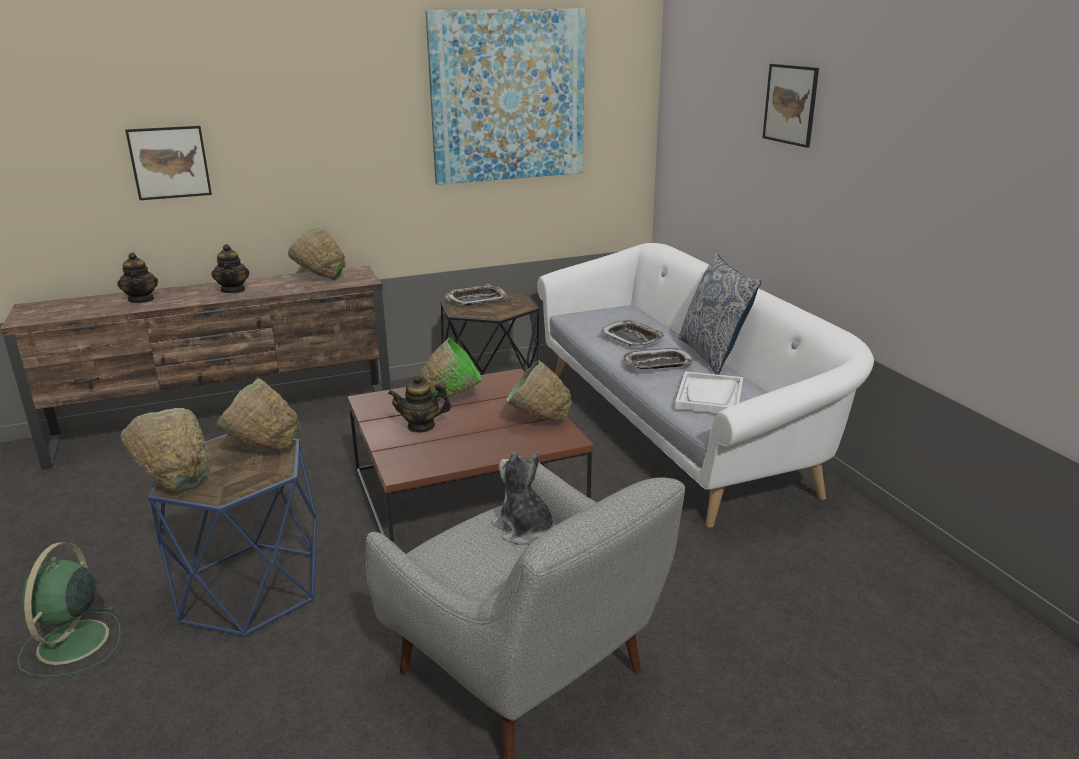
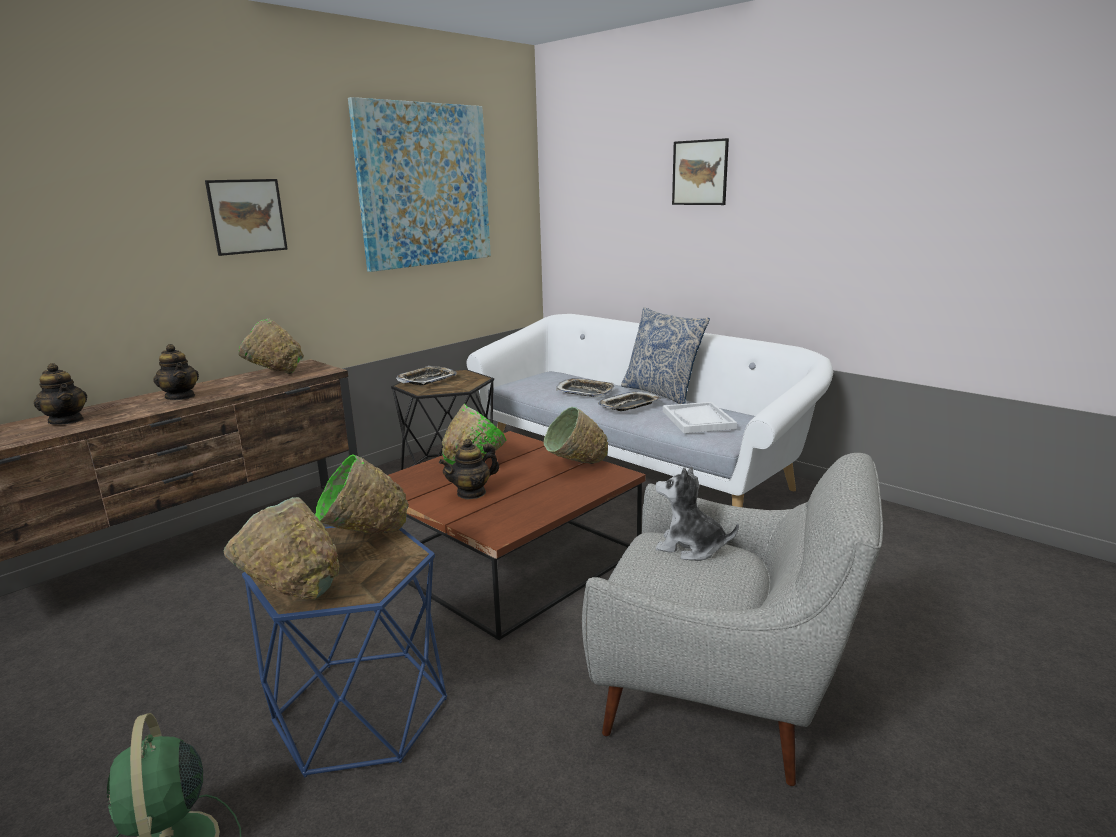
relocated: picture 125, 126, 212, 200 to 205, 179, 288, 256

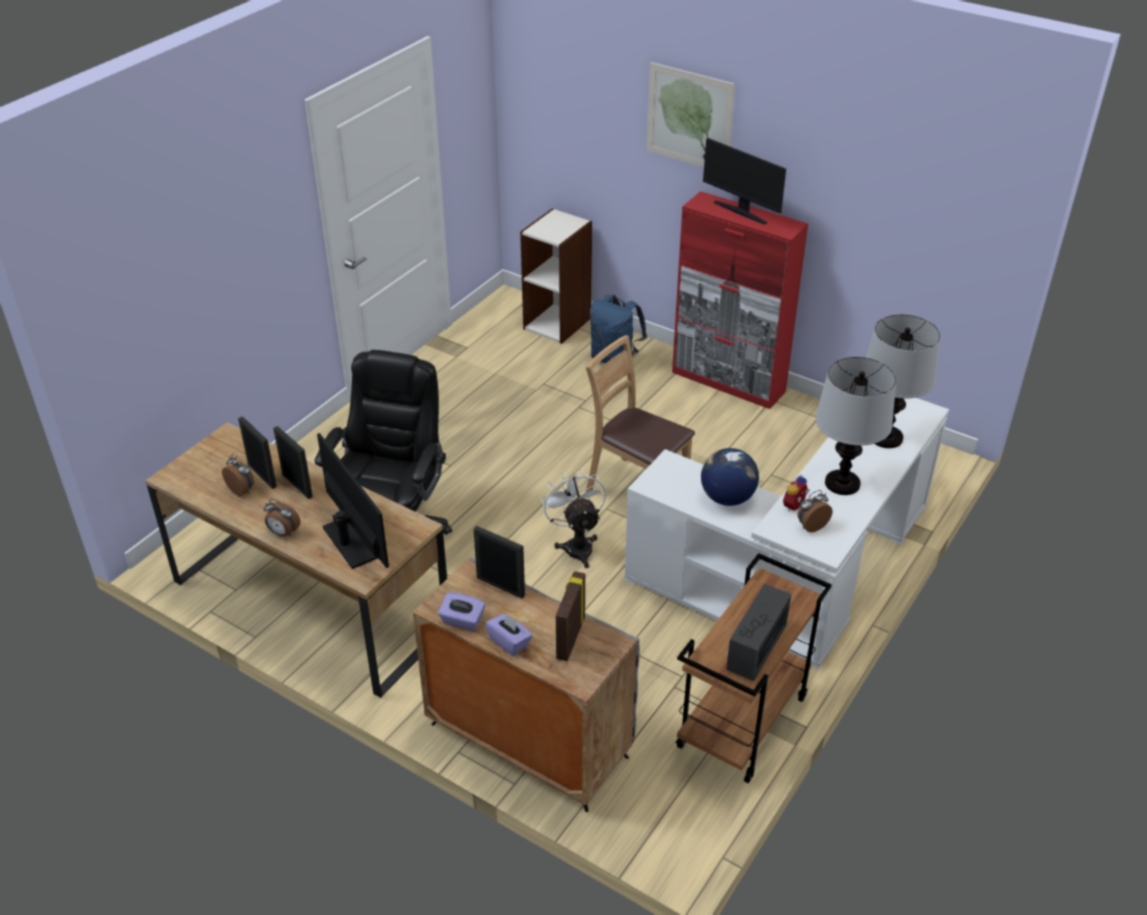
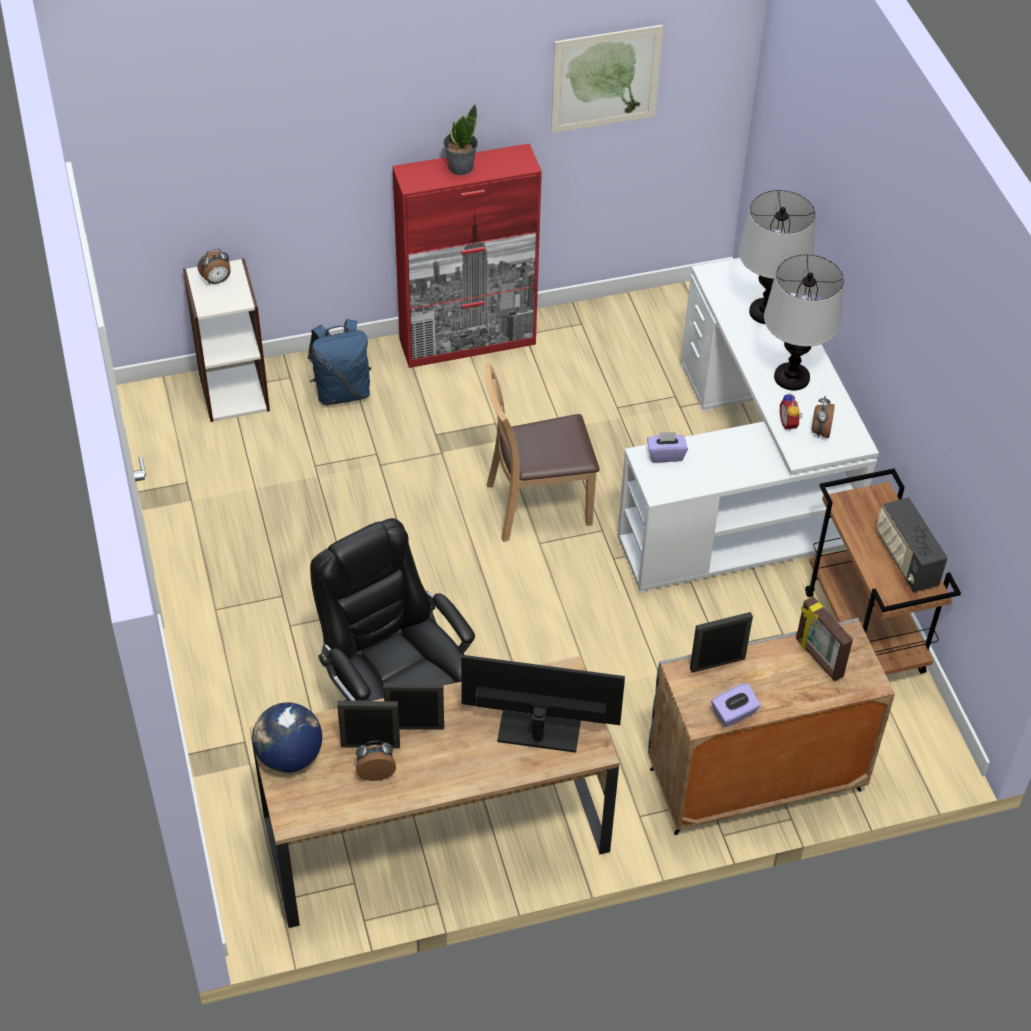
missing: white fan 540, 468, 606, 568
relocated: alarm clock 264, 499, 300, 537 to 197, 248, 231, 284; purple tissue box 485, 613, 533, 656 to 647, 432, 688, 463; picture 647, 62, 735, 167 to 551, 25, 663, 133; globe 701, 448, 759, 506 to 252, 702, 322, 773
exchanged: monitor 703, 138, 786, 225 to potted plant 443, 104, 478, 175

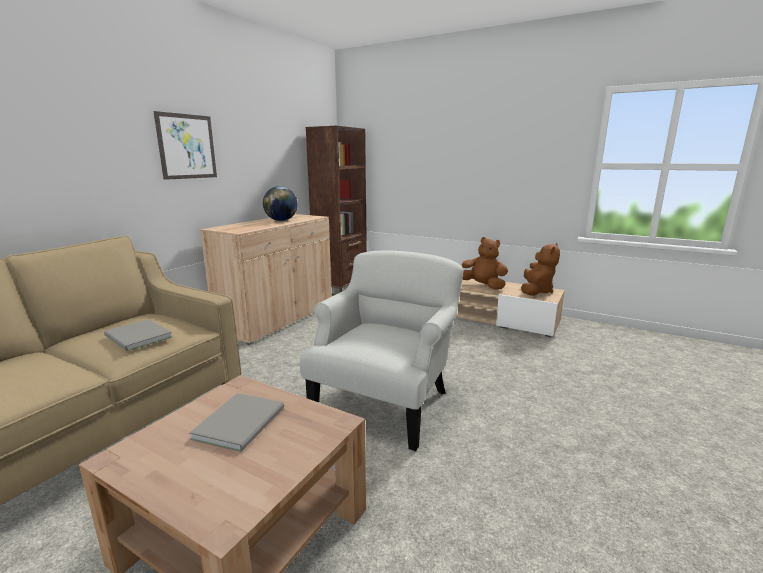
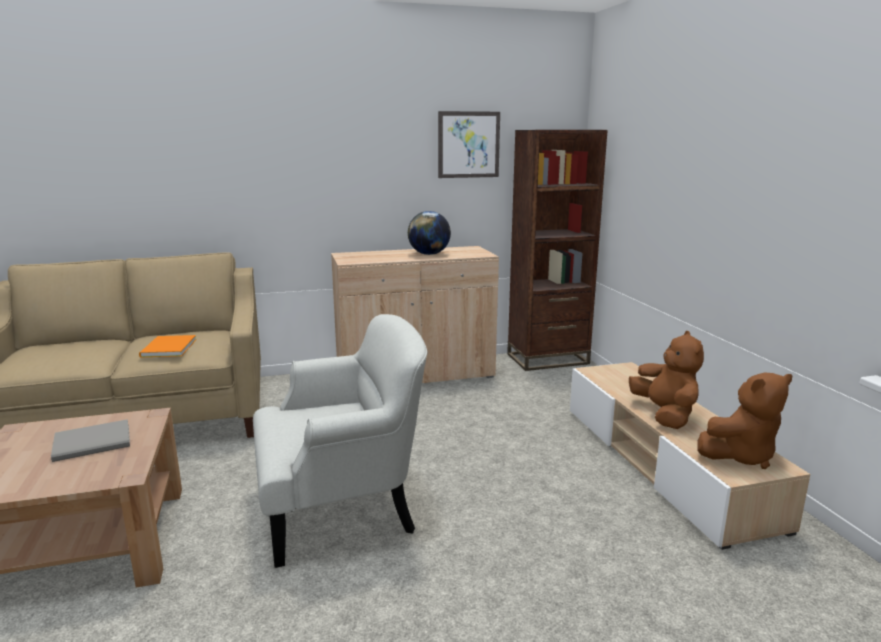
relocated: picture 154, 111, 217, 180 to 438, 111, 500, 178
colour: grey book 104, 319, 172, 351 to orange book 139, 335, 196, 357

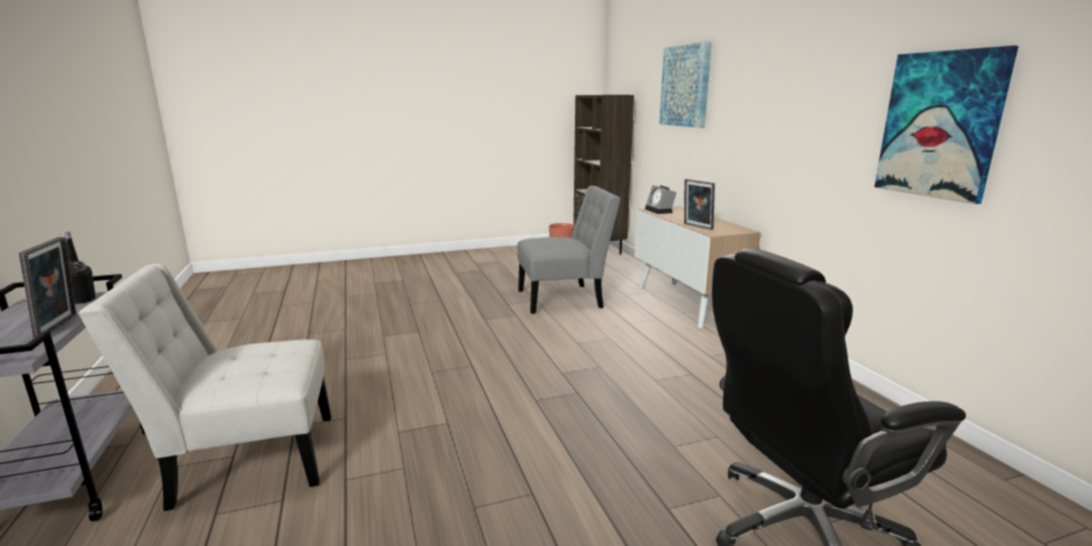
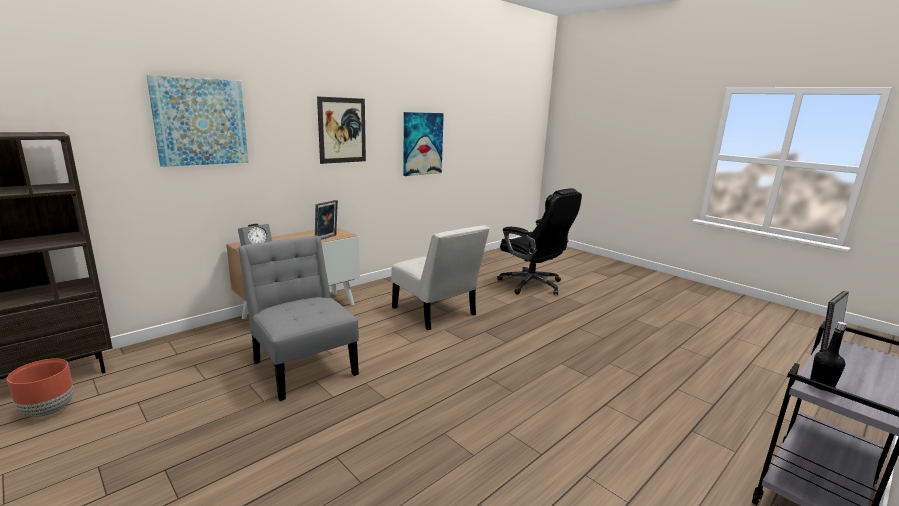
appeared: picture 317, 96, 366, 164
relocated: white chair 78, 264, 331, 511 to 391, 225, 490, 330

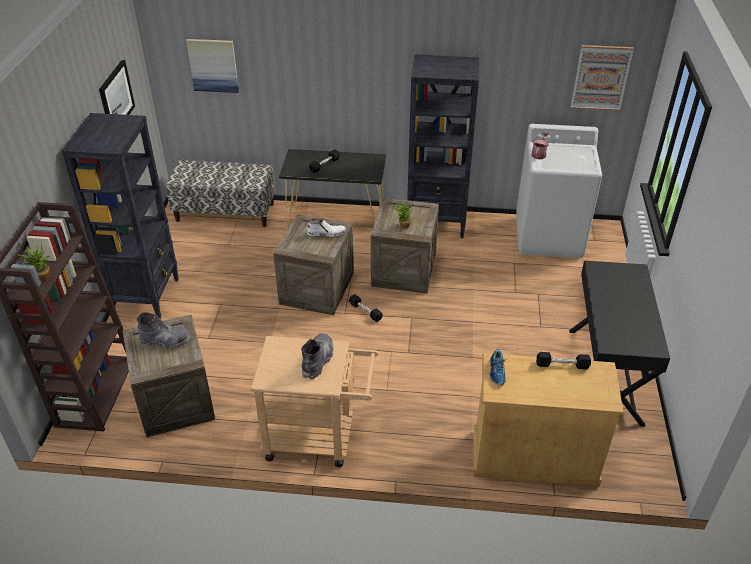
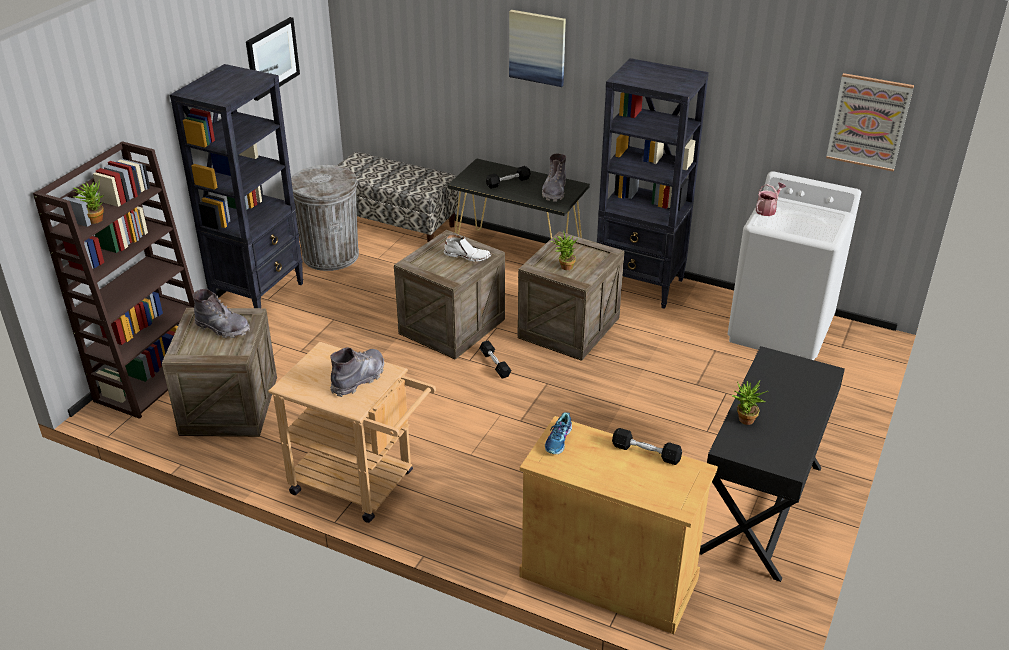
appeared: grey trash can 291, 165, 359, 271; grey boot 542, 153, 566, 202; potted plant 732, 380, 768, 425
relocated: picture 186, 39, 239, 93 to 509, 10, 566, 87

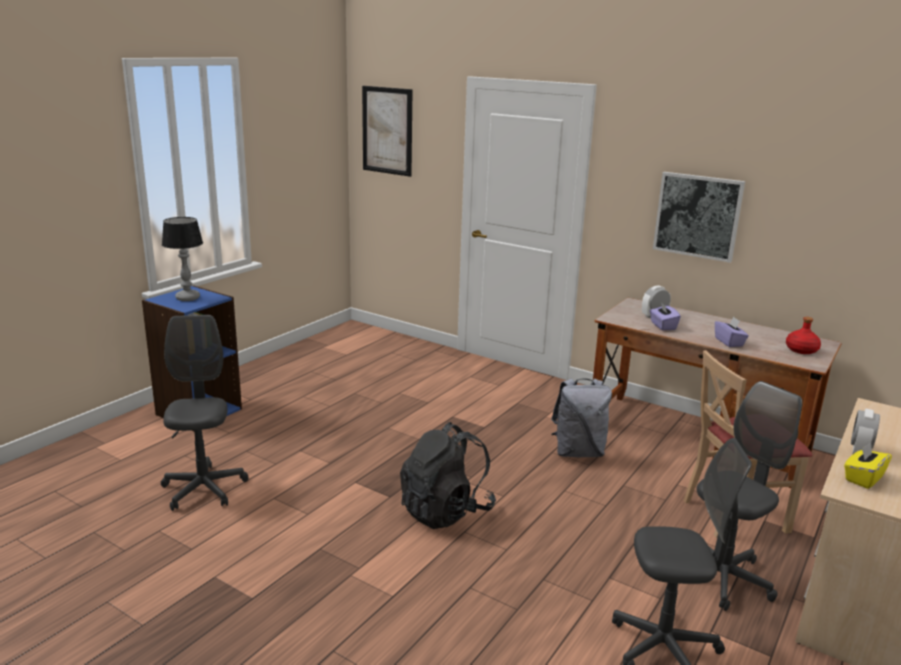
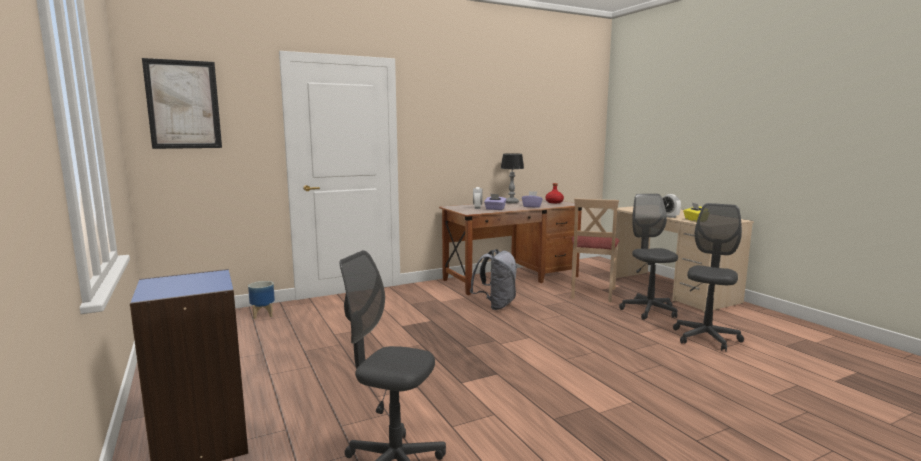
missing: black backpack 400, 422, 496, 529; picture 653, 172, 745, 263
appeared: planter 248, 281, 275, 319
relocated: table lamp 162, 217, 203, 301 to 501, 153, 524, 204

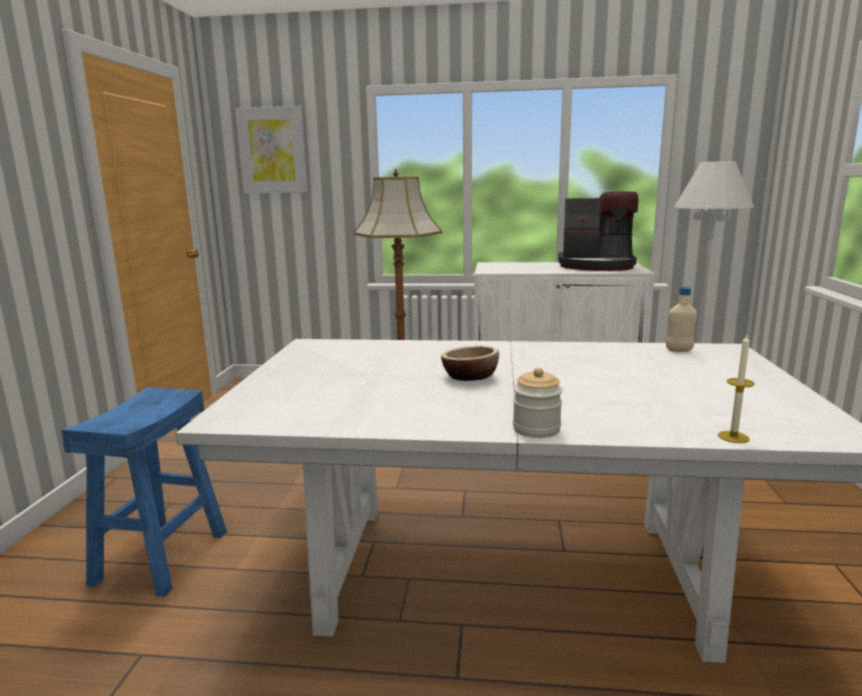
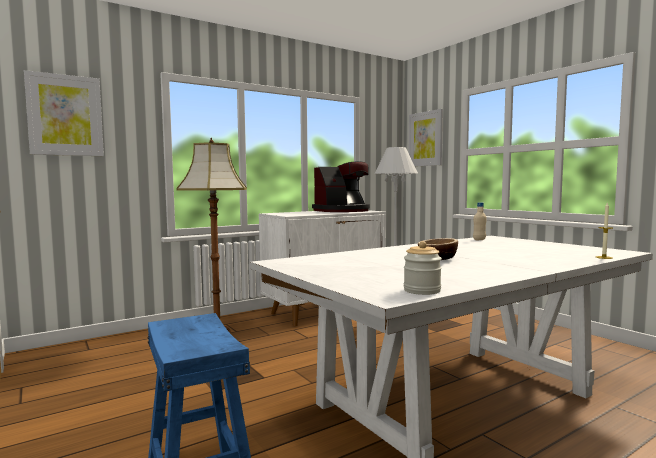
appeared: picture 409, 109, 443, 167
relocated: jar 513, 368, 563, 438 to 404, 241, 442, 295

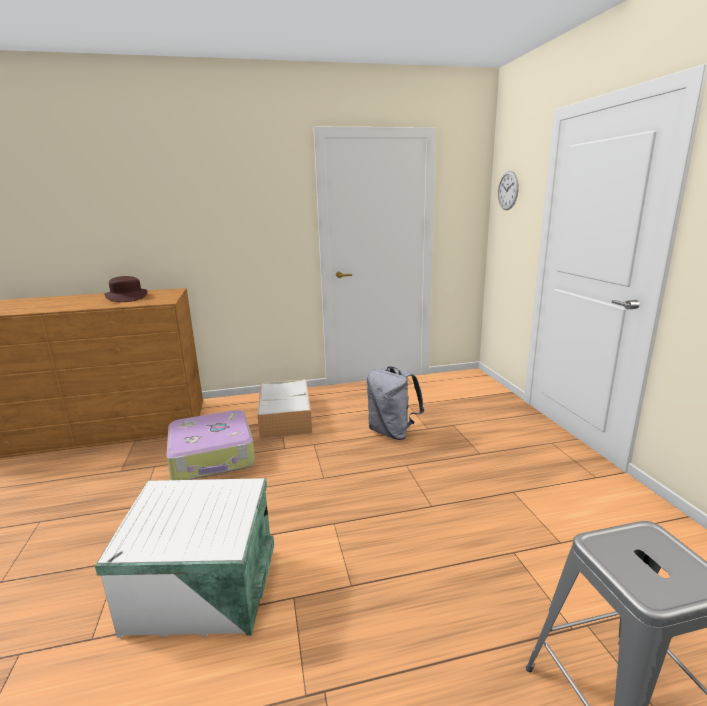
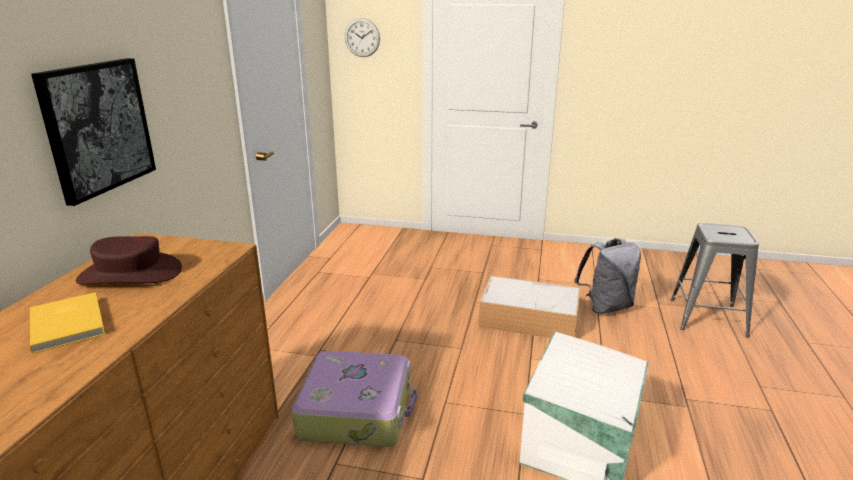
appeared: yellow book 30, 292, 105, 354; picture 31, 58, 156, 206
relocated: storage box 257, 379, 312, 439 to 478, 276, 580, 338; grey backpack 367, 366, 424, 440 to 574, 238, 641, 314

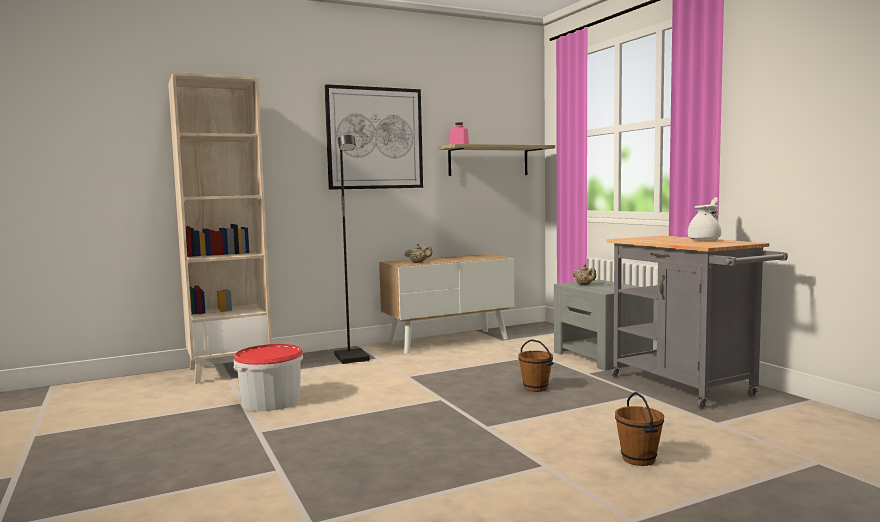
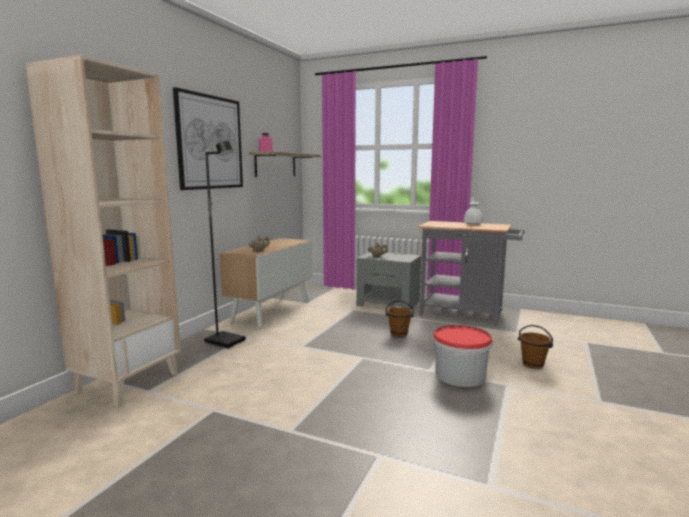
relocated: bucket 233, 344, 303, 411 to 433, 325, 493, 387

